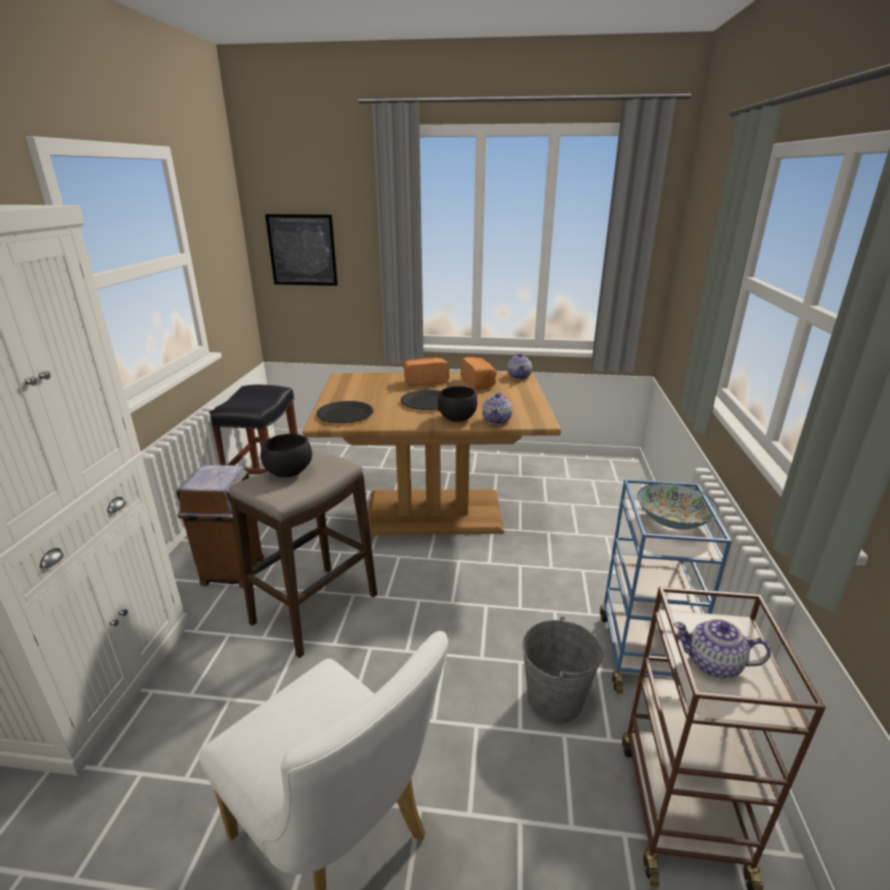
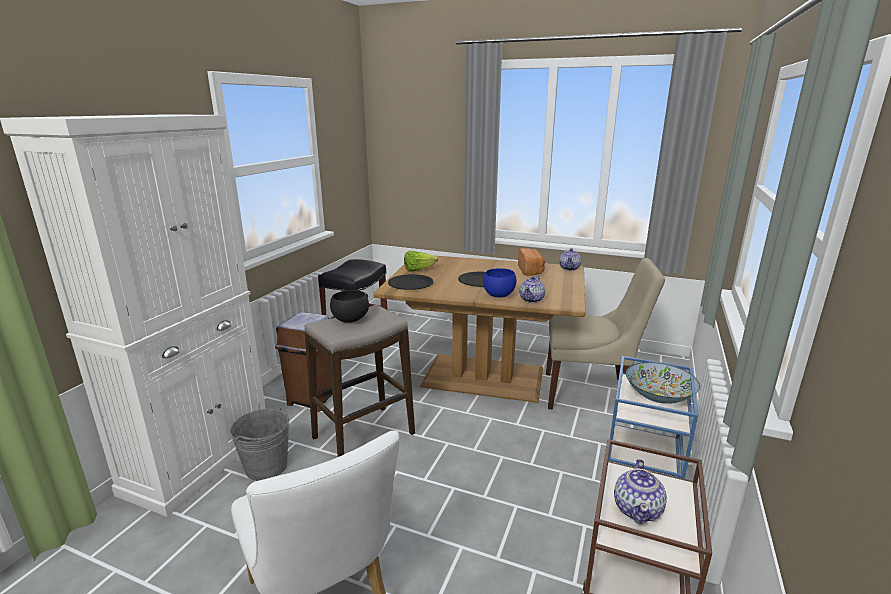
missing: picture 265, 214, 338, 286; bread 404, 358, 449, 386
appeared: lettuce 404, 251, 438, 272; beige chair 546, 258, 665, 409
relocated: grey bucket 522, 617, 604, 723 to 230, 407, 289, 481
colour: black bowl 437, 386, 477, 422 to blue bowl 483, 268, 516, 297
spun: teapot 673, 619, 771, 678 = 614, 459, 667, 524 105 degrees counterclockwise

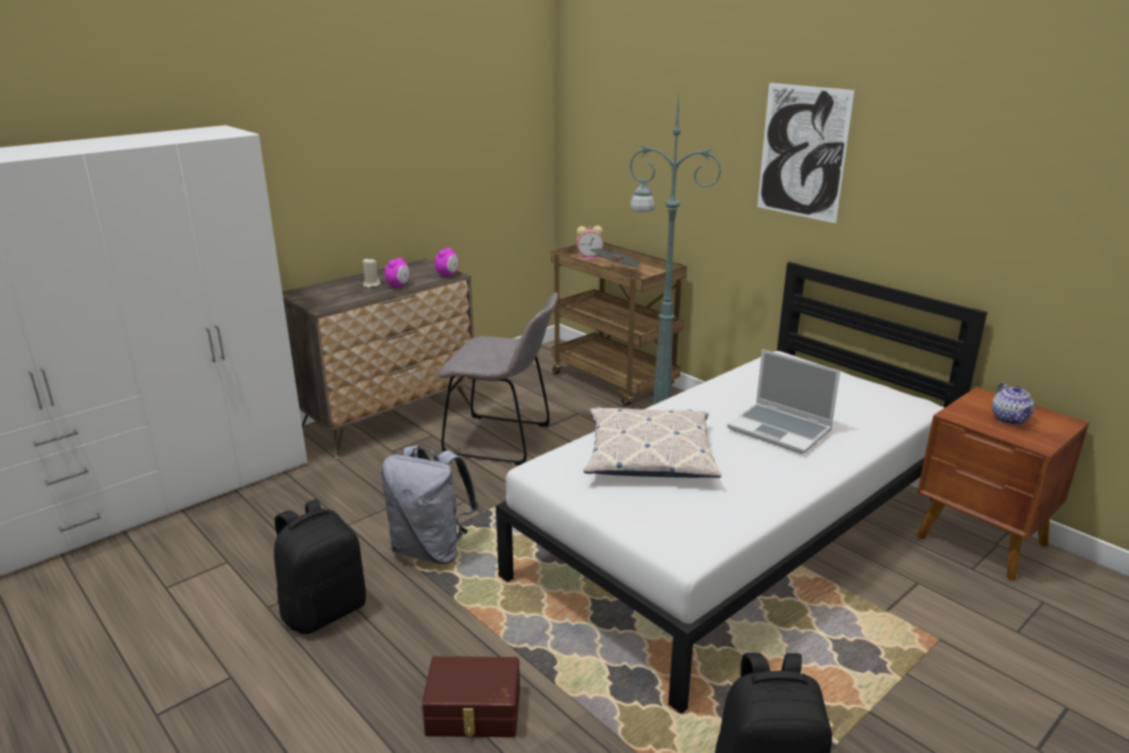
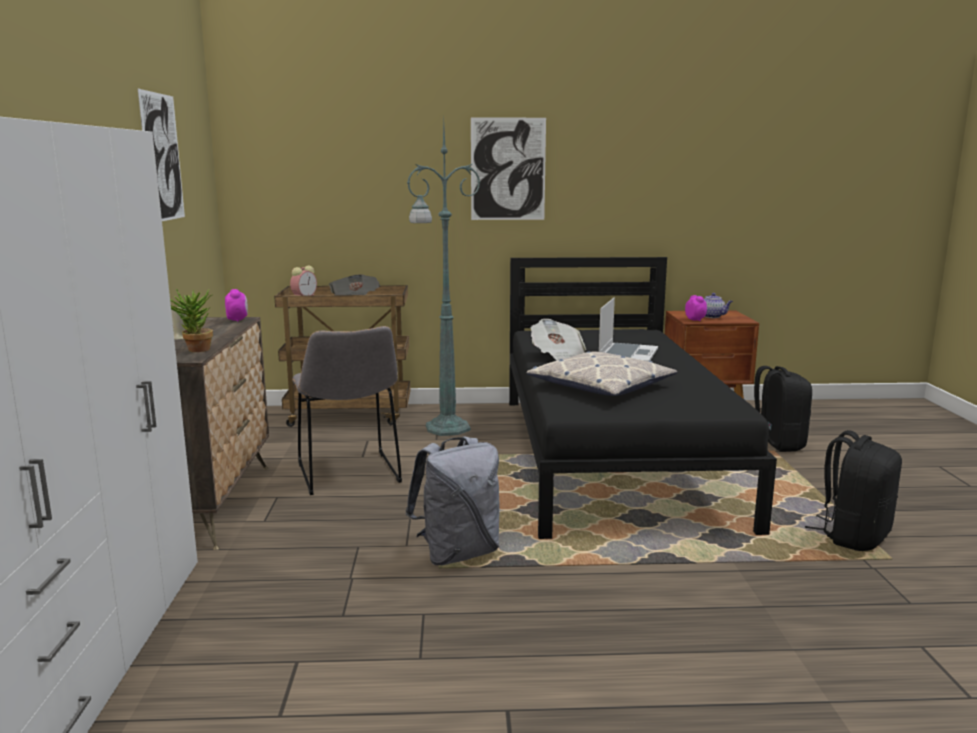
missing: brown storage box 422, 656, 520, 737
appeared: picture 138, 89, 185, 221; potted plant 170, 289, 213, 352; newspaper 531, 319, 586, 361
relocated: black backpack 274, 499, 366, 634 to 754, 366, 812, 452; alarm clock 385, 258, 410, 288 to 685, 295, 707, 321
colour: white bed 496, 262, 987, 714 to black bed 509, 257, 777, 539
spun: grey chair 438, 292, 558, 465 = 292, 326, 402, 495 105 degrees clockwise; laptop 727, 349, 840, 454 = 599, 298, 658, 361 60 degrees counterclockwise

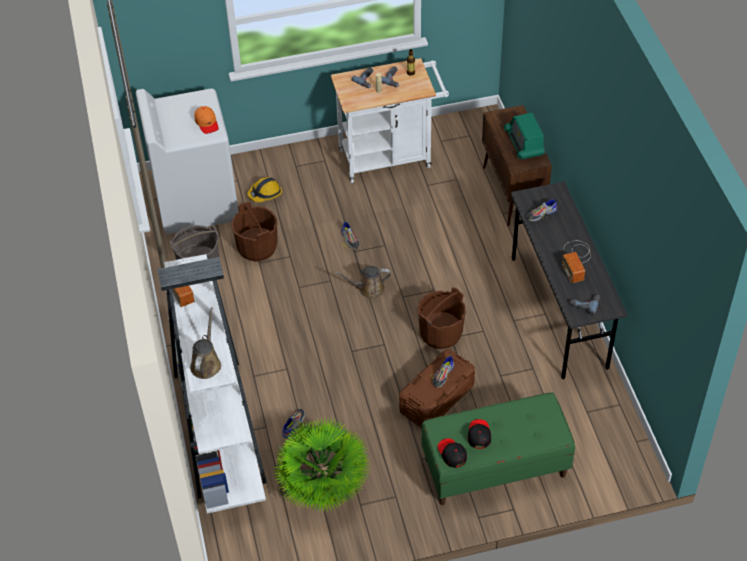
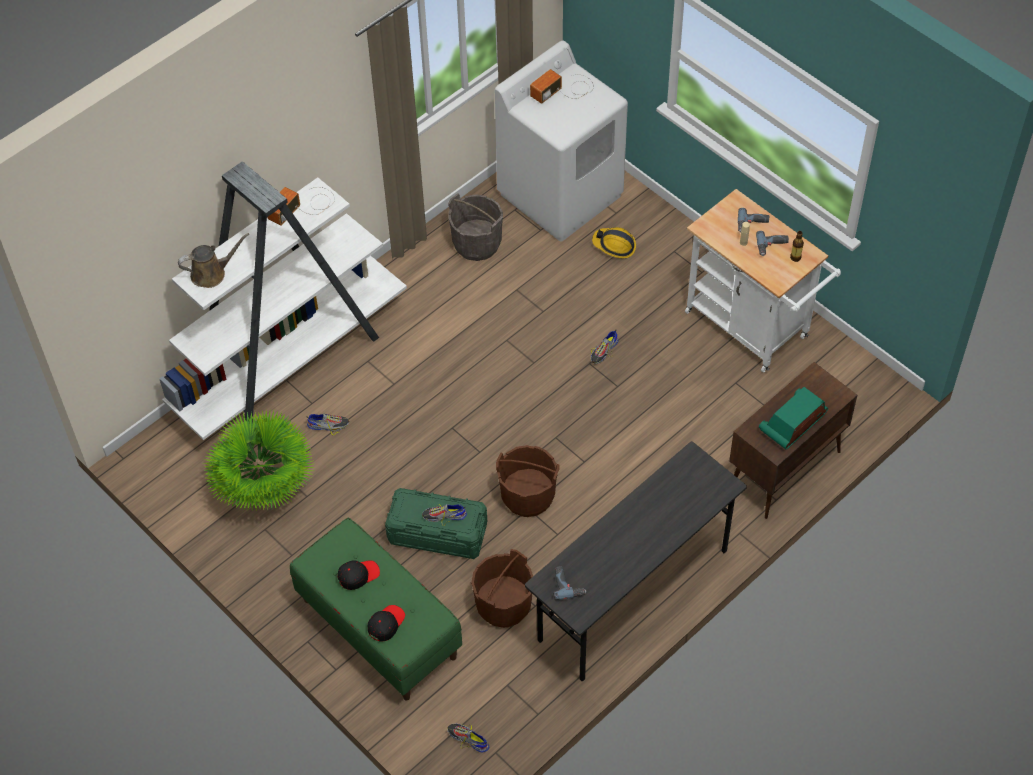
missing: orange cap 194, 106, 219, 134; brown watering can 335, 266, 391, 298
relocated: brown bucket 231, 201, 278, 262 to 471, 549, 533, 628; black cap 437, 438, 467, 468 to 368, 605, 405, 642; shoe 527, 199, 558, 221 to 447, 723, 490, 753; radio 562, 241, 591, 283 to 530, 69, 594, 104
colour: brown storage box 399, 349, 475, 427 to green storage box 385, 488, 487, 559

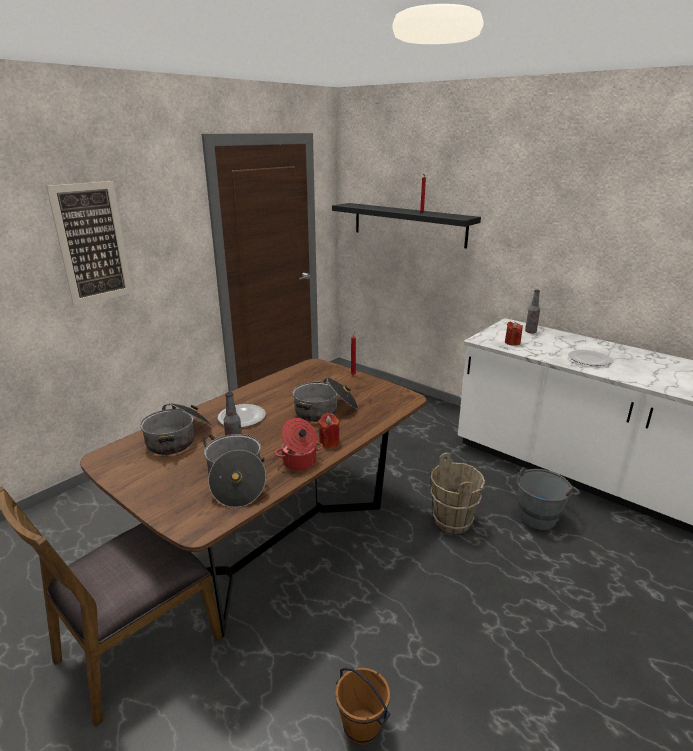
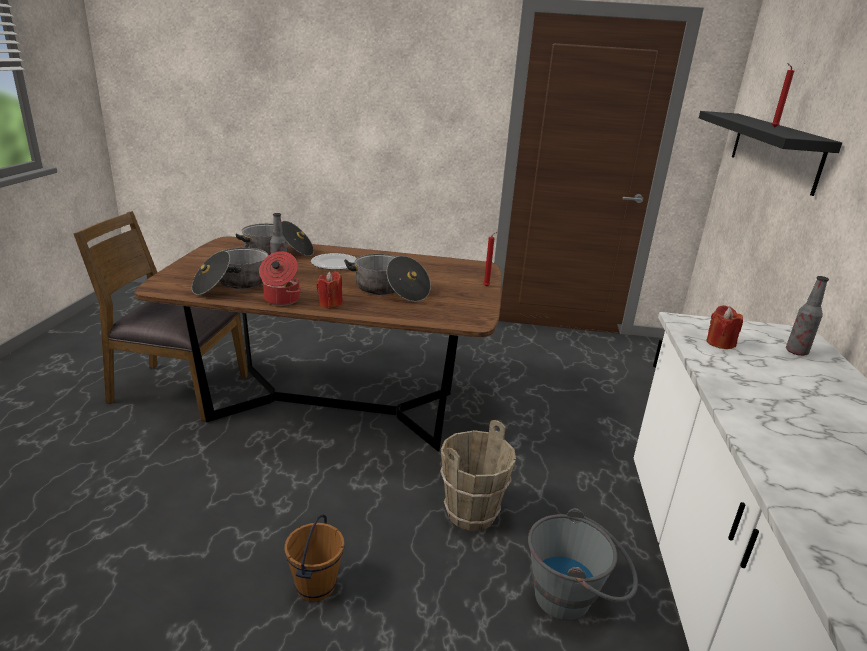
missing: picture 46, 181, 133, 306; plate 568, 350, 612, 366
relocated: brown bucket 335, 667, 390, 745 to 285, 514, 345, 602

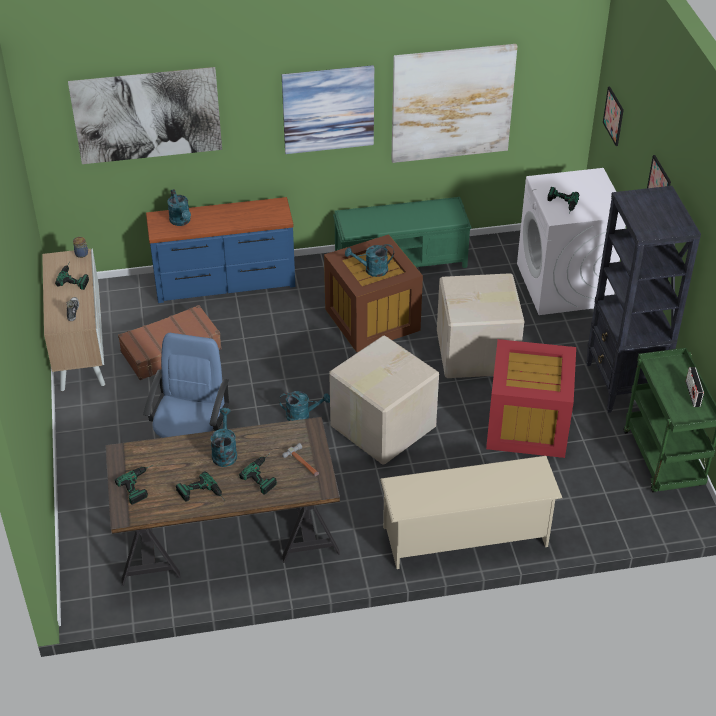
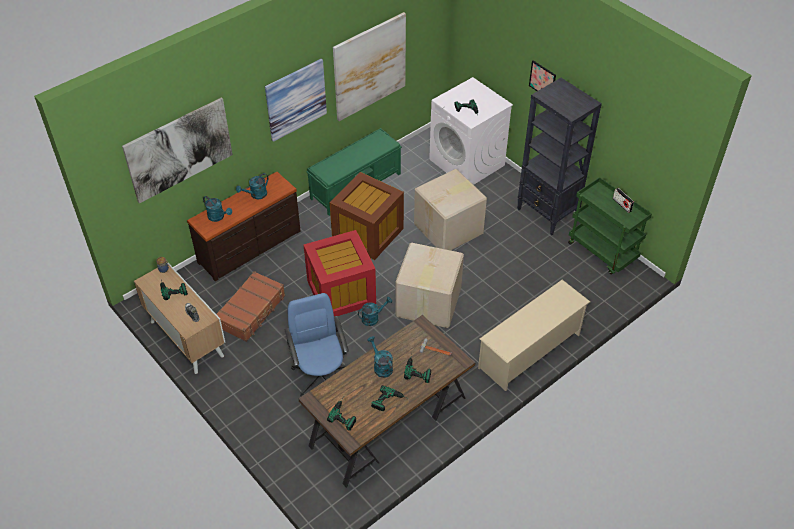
missing: picture 603, 87, 624, 146
relocated: turquoise watering can 345, 244, 394, 277 to 236, 173, 268, 199; red storage box 486, 339, 576, 458 to 304, 230, 376, 316
colour: blue dresser 146, 197, 295, 303 to brown dresser 187, 172, 301, 281

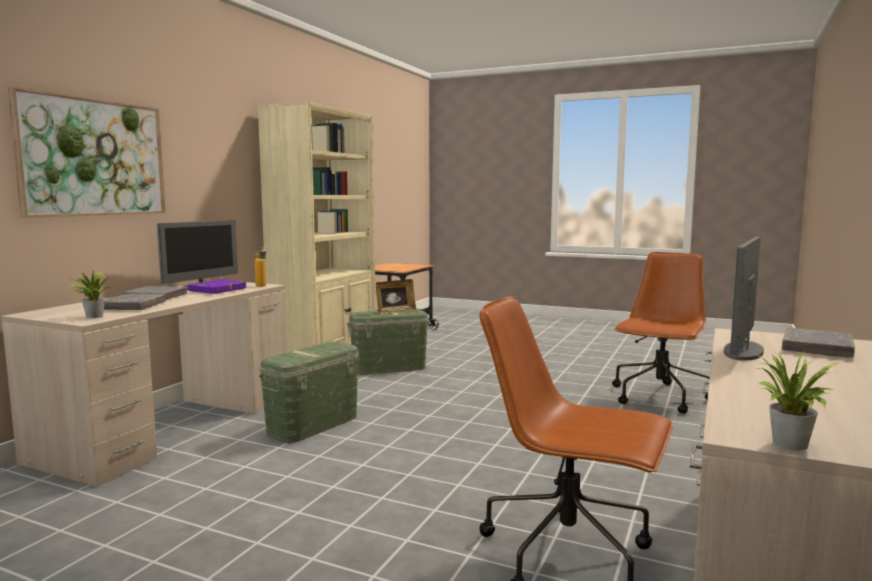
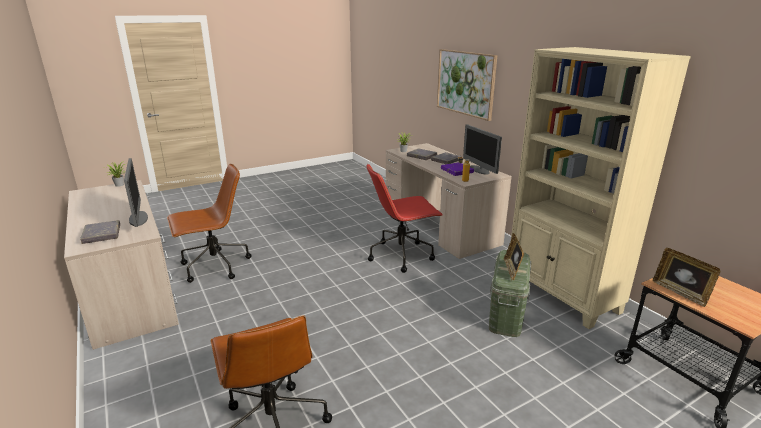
appeared: picture frame 653, 248, 720, 307
exchanged: green storage box 259, 341, 359, 443 to red office chair 367, 164, 443, 273

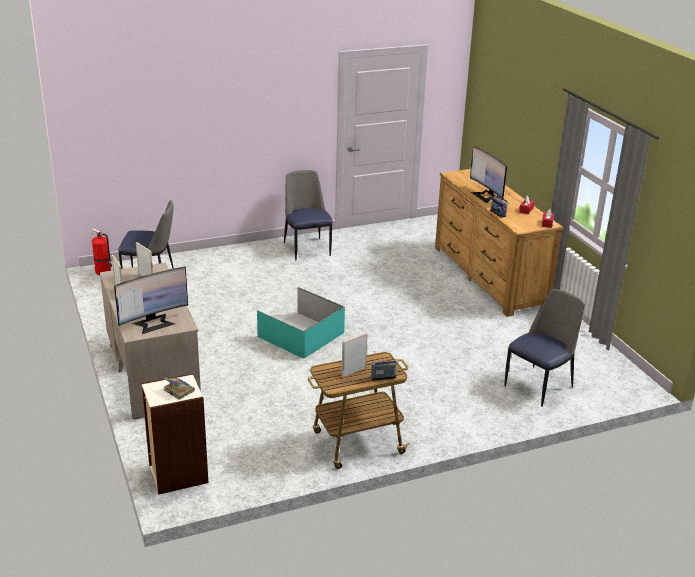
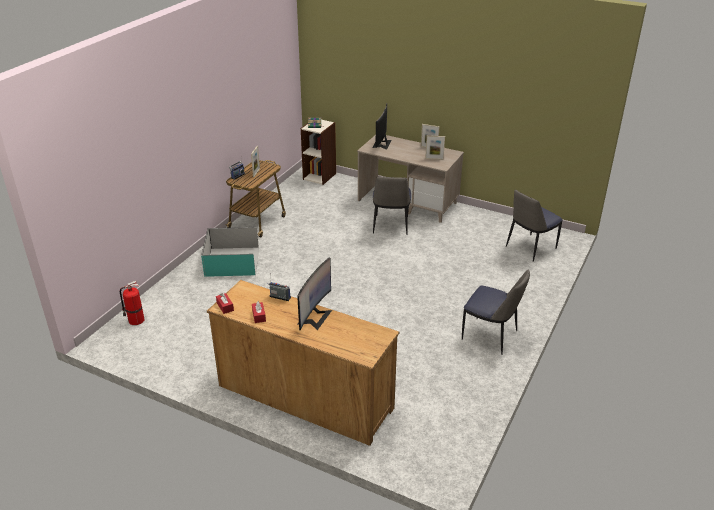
relocated: fire extinguisher 91, 228, 112, 275 to 120, 281, 144, 325; turquoise storage box 257, 287, 345, 358 to 201, 227, 259, 277; chair 504, 289, 585, 407 to 373, 176, 411, 234
spun: monitor 470, 146, 507, 203 = 297, 258, 332, 331 90 degrees clockwise

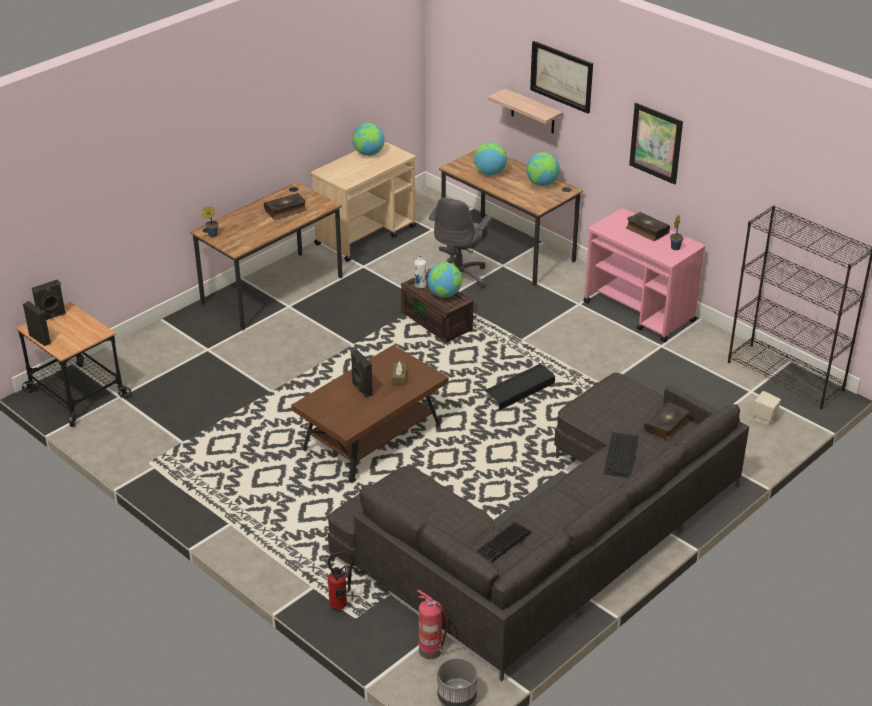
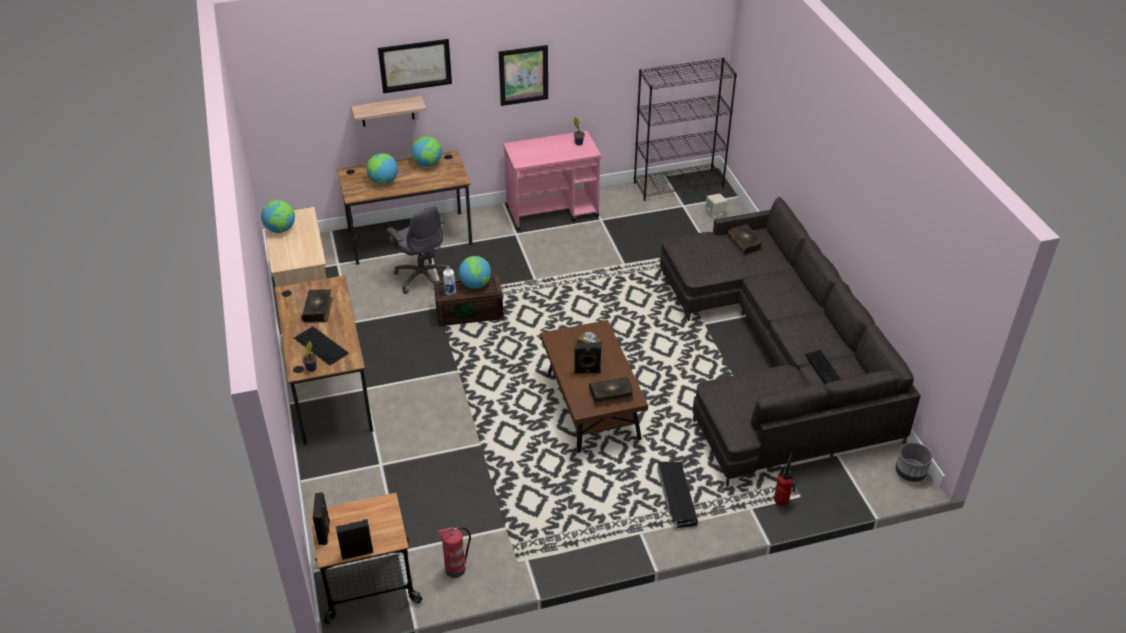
relocated: fire extinguisher 417, 590, 449, 659 to 438, 527, 471, 578; black storage box 484, 364, 555, 410 to 657, 462, 698, 528; keyboard 603, 432, 639, 478 to 294, 326, 349, 366; book 626, 212, 670, 241 to 589, 377, 634, 407

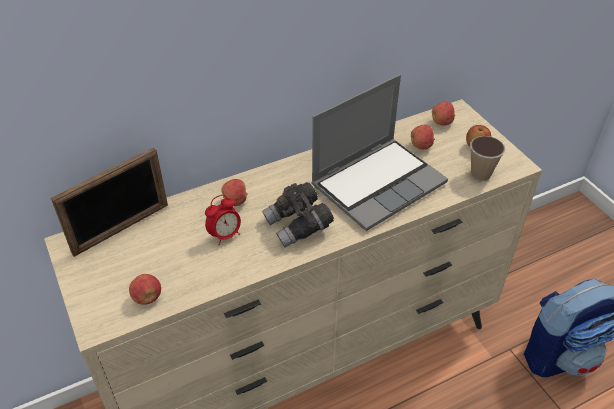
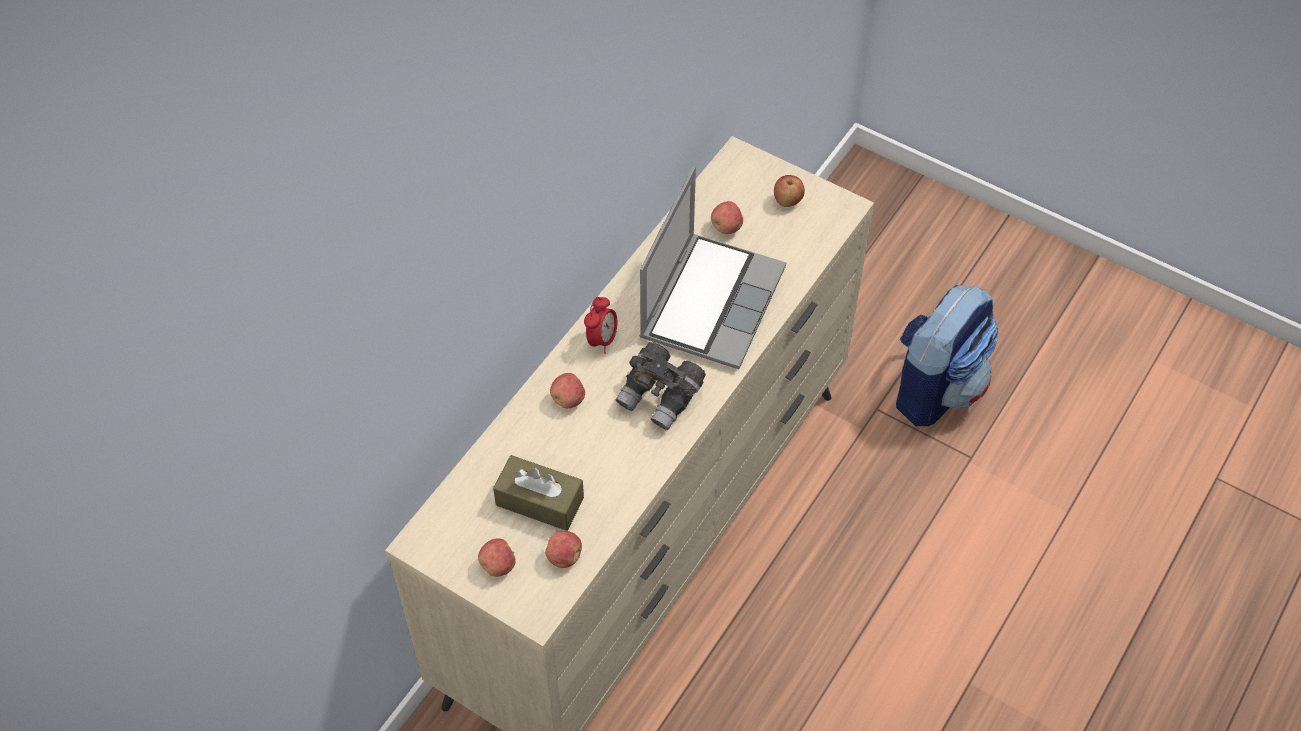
missing: picture frame 51, 147, 168, 257; cup 470, 136, 505, 181
appeared: brown tissue box 493, 455, 584, 531
relocated: alarm clock 205, 195, 241, 246 to 584, 297, 617, 354; apple 432, 102, 455, 126 to 478, 538, 516, 577

